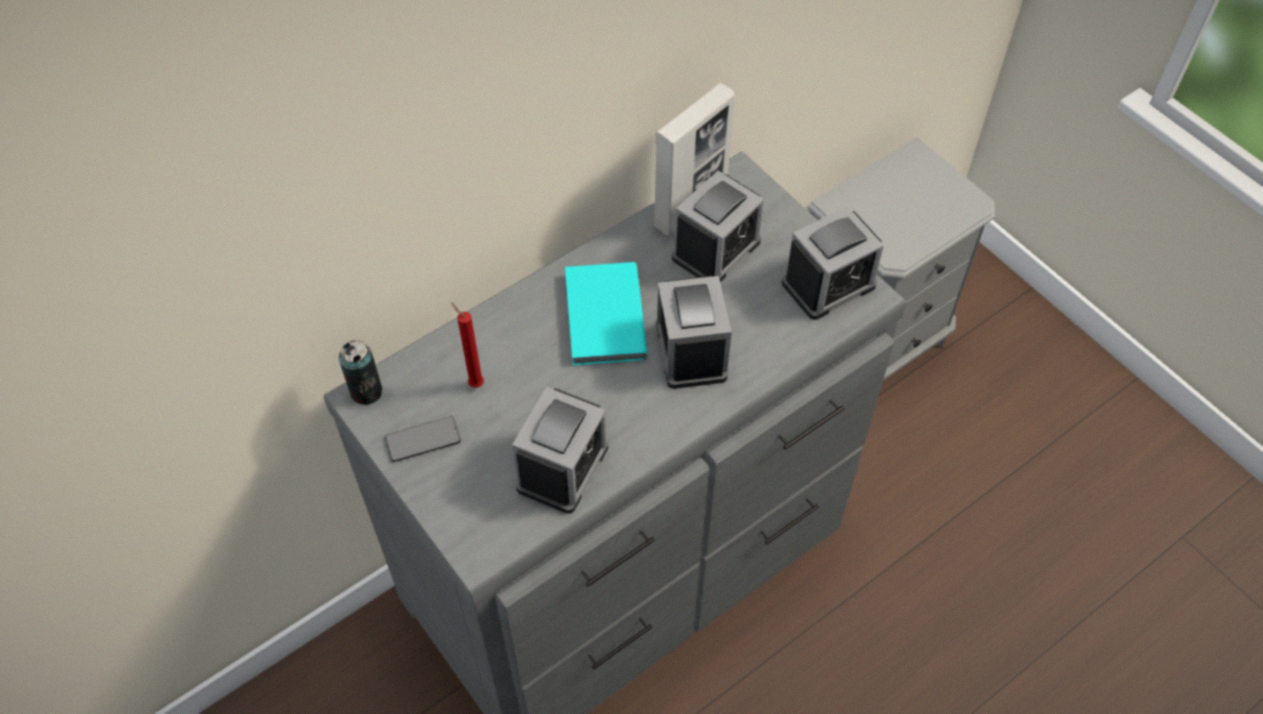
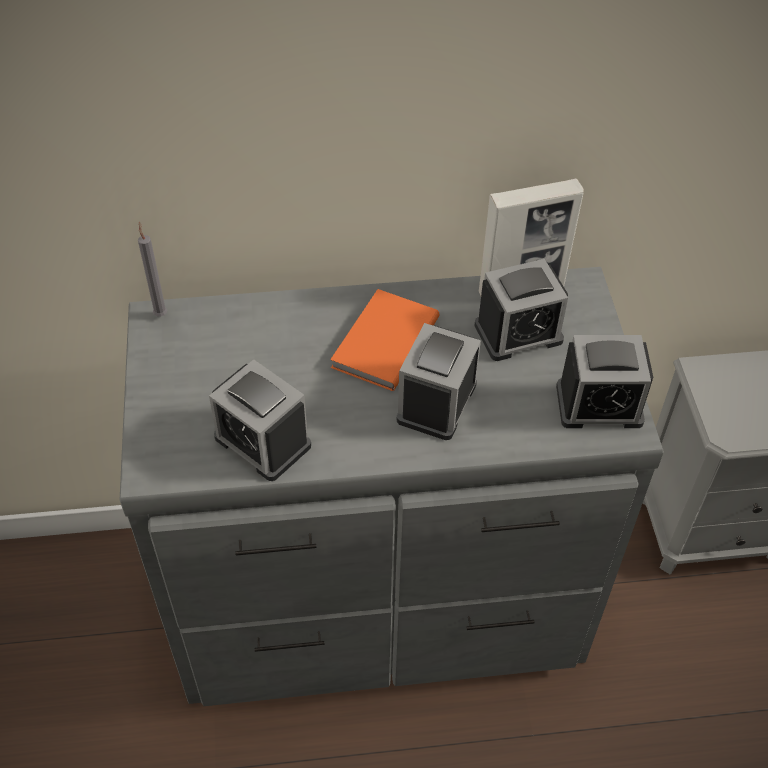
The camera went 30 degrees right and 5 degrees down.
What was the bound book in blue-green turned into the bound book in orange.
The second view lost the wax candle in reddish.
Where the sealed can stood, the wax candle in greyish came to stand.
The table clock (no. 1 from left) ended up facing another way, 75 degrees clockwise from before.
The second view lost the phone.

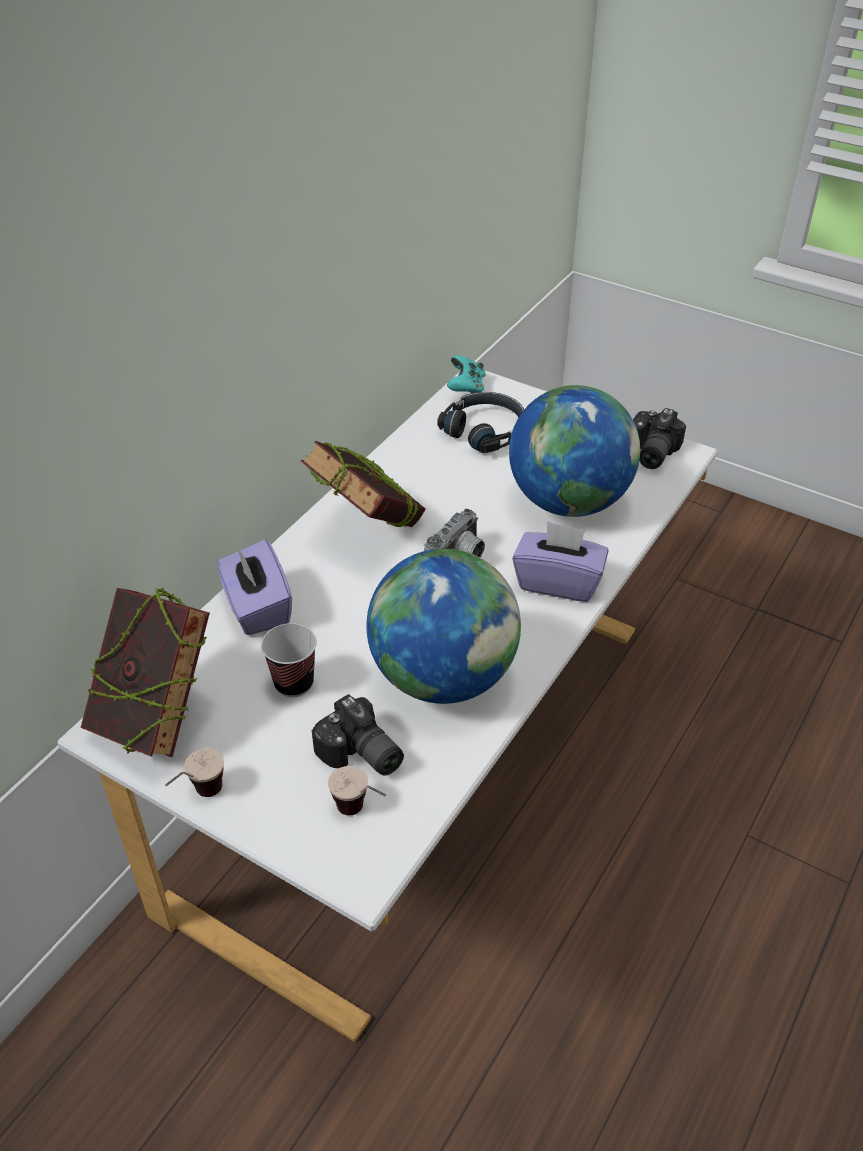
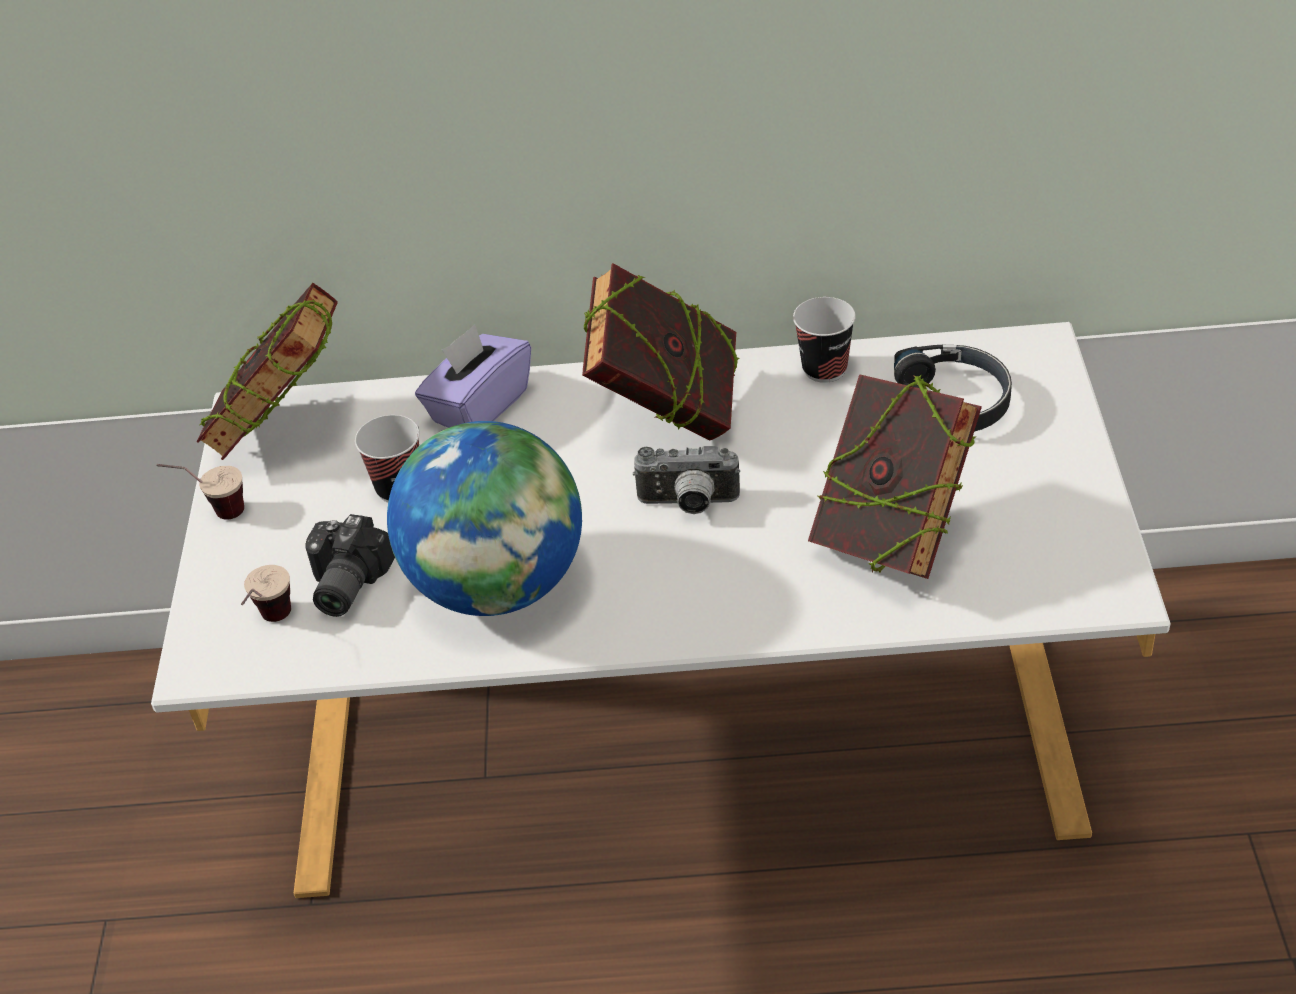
The camera went 60 degrees right and 0 degrees up.
The second view lost the game controller in blue-green.
Where the world globe (no. 2 from left) stood, the bound book (no. 3 from left) came to stand.
The second view lost the photo camera (no. 3 from left).
The second view lost the box of tissues in purplish (no. 2 from left).
The second view gained the cup (no. 4 from left).

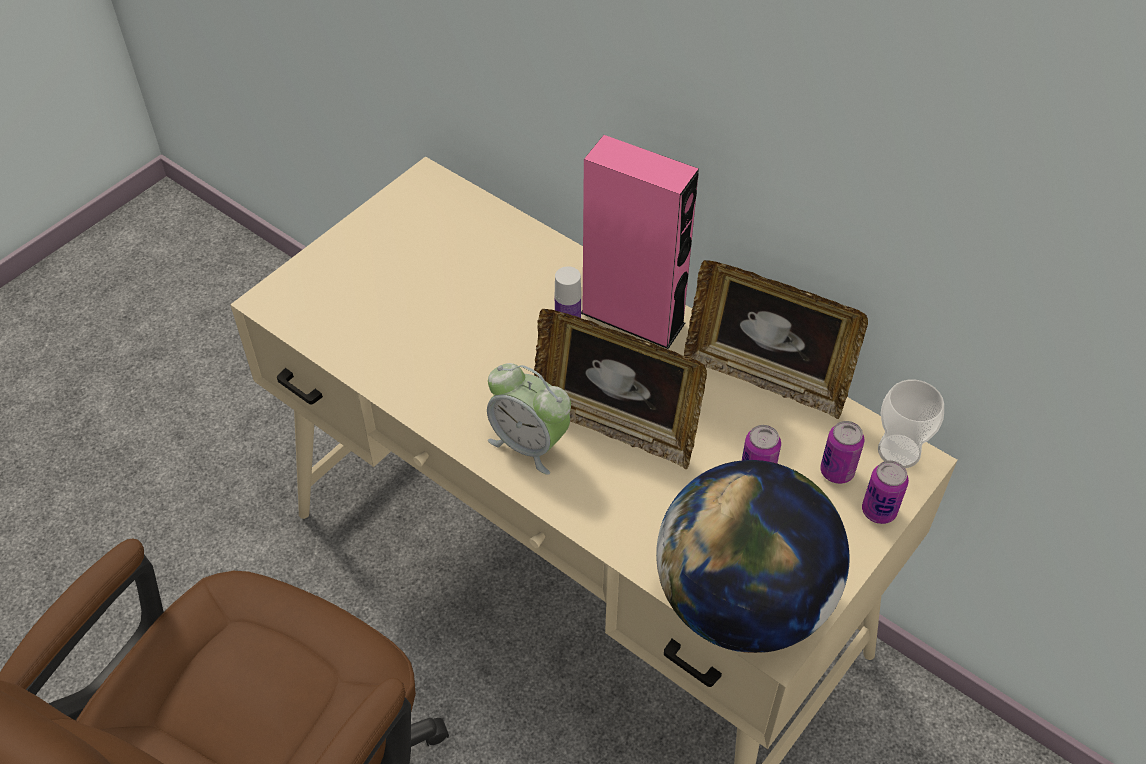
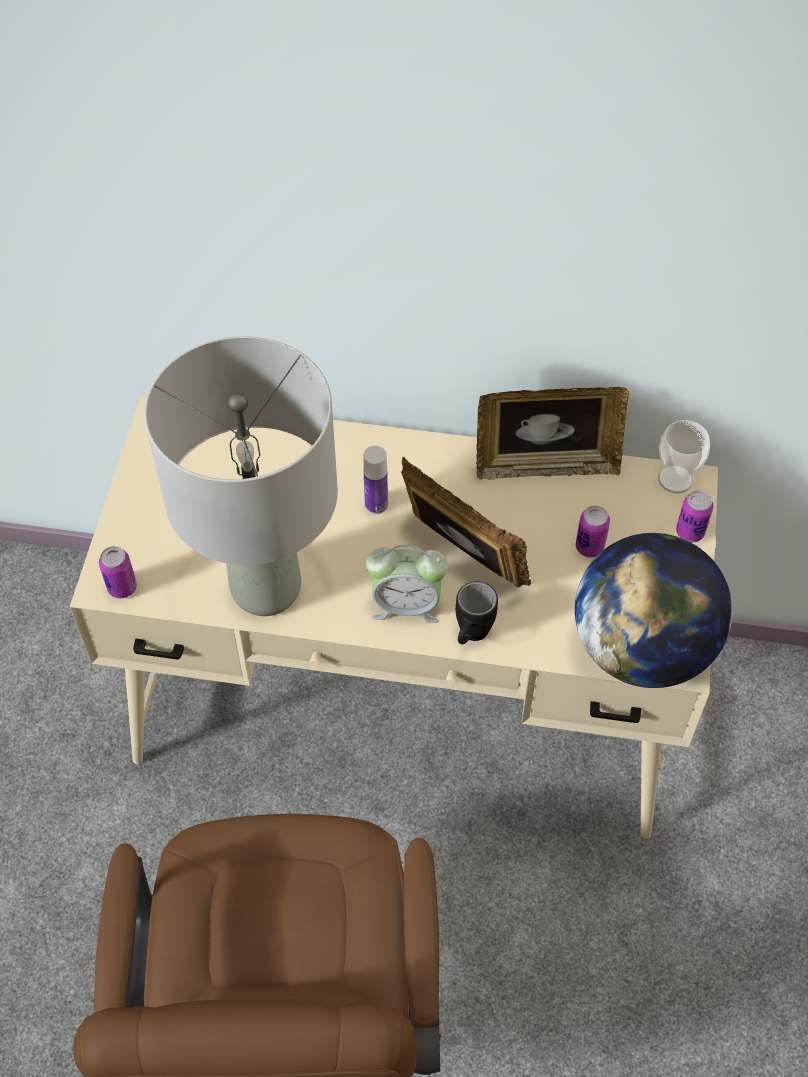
The camera went 30 degrees left and 5 degrees up.
The second view lost the speaker in pinkish.
The picture frame (no. 1 from left) ended up facing another way, 135 degrees counterclockwise from before.
The sealed can (no. 2 from left in the first image) ended up elsewhere.
The second view gained the table lamp in greyish.
The second view gained the coffee mug in black.

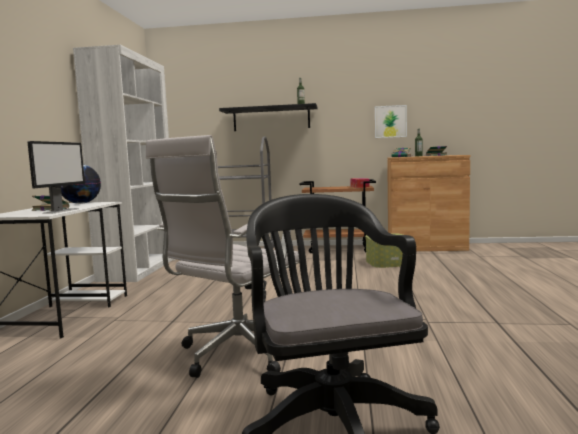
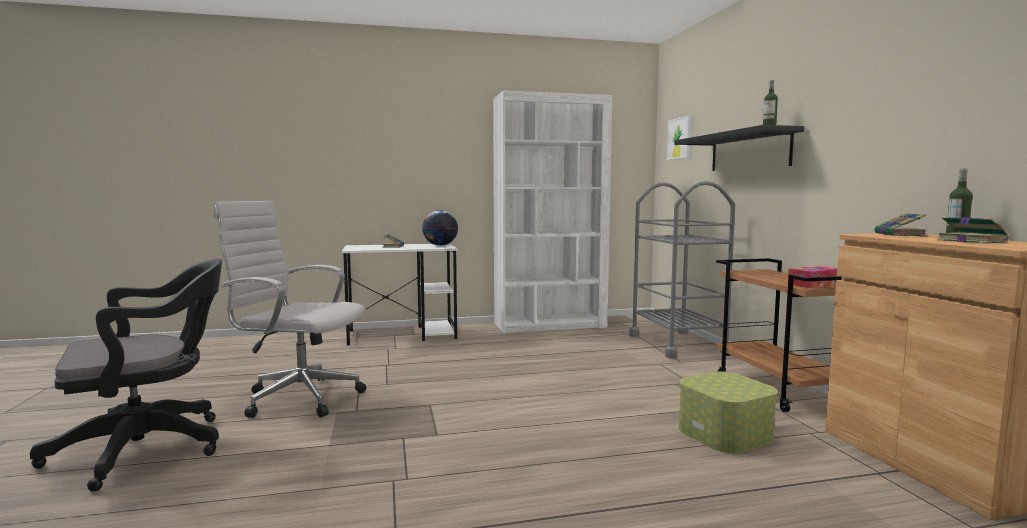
The camera went 70 degrees right and 0 degrees up.
The picture ended up elsewhere.
The second view lost the computer screen.

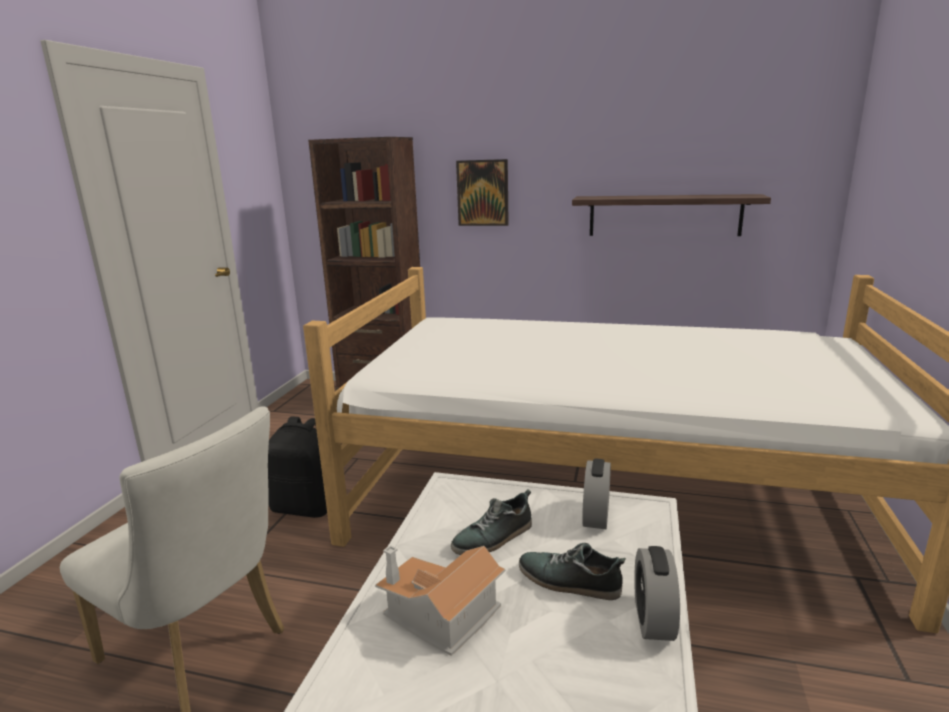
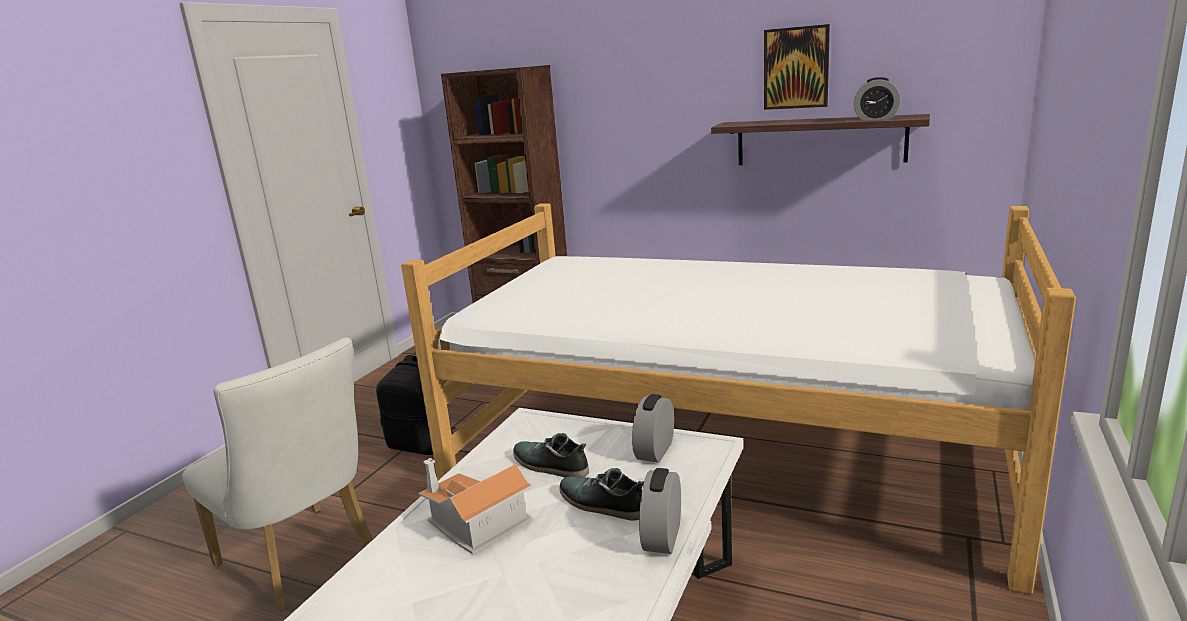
The camera went 10 degrees right and 0 degrees up.
The picture ended up elsewhere.
The shoe (no. 1 from left) ended up facing another way, 60 degrees clockwise from before.
The second view gained the table clock (no. 3 from left).

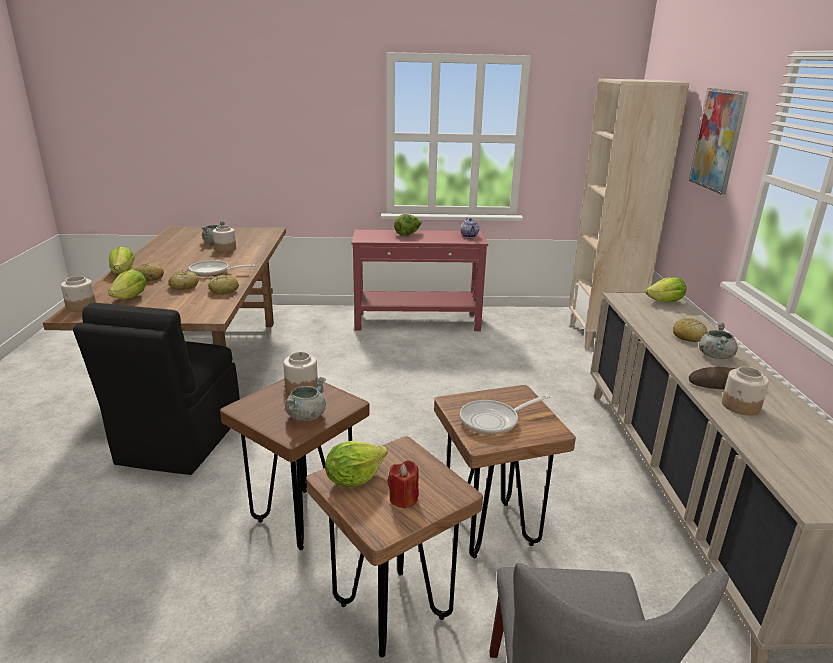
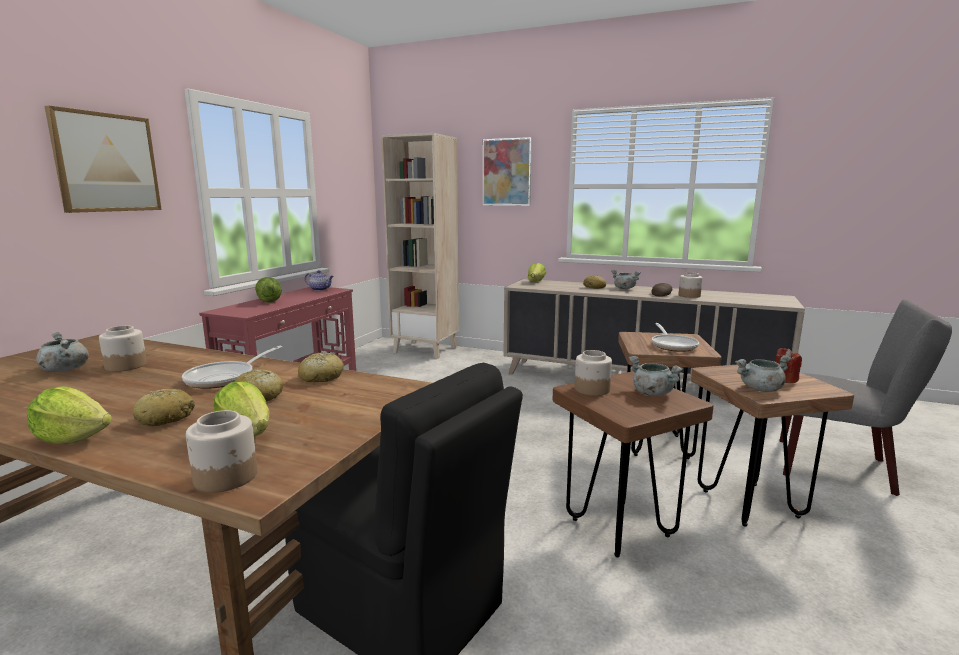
The camera went 65 degrees left and 10 degrees down.
Where the lettuce head (no. 3 from left) stood, the cooking pot in greyish (no. 4 from left) came to stand.
The second view gained the picture (no. 1 from left).

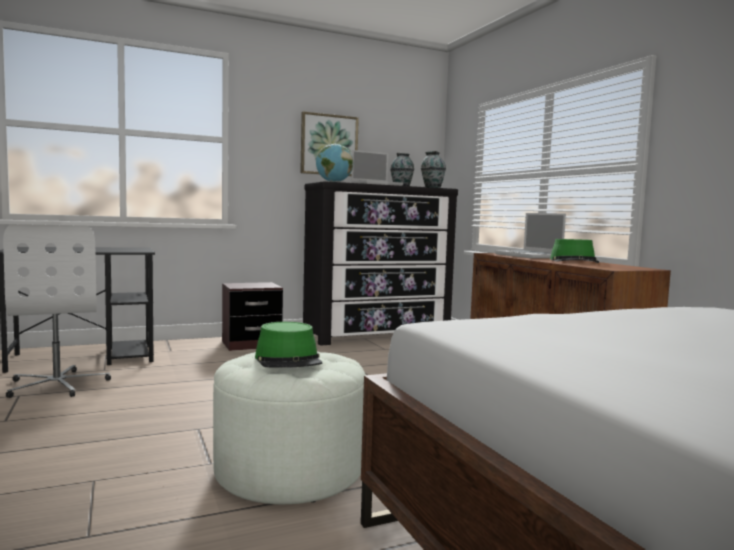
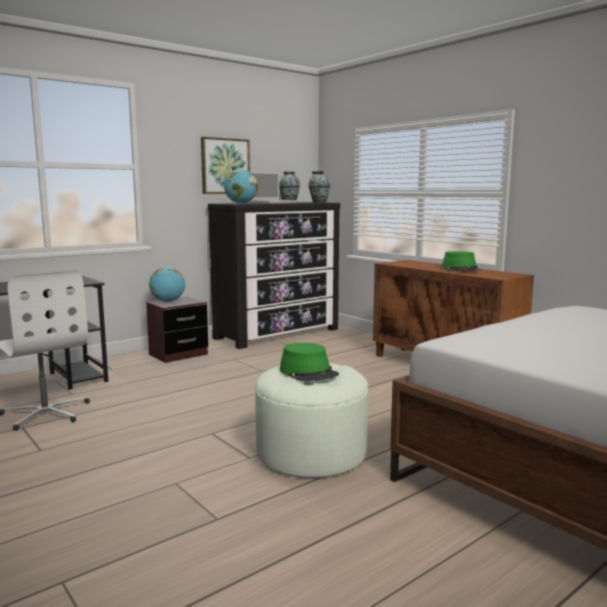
The camera went 15 degrees left and 5 degrees up.
The second view lost the portable computer (no. 2 from left).
The second view gained the world globe (no. 1 from left).

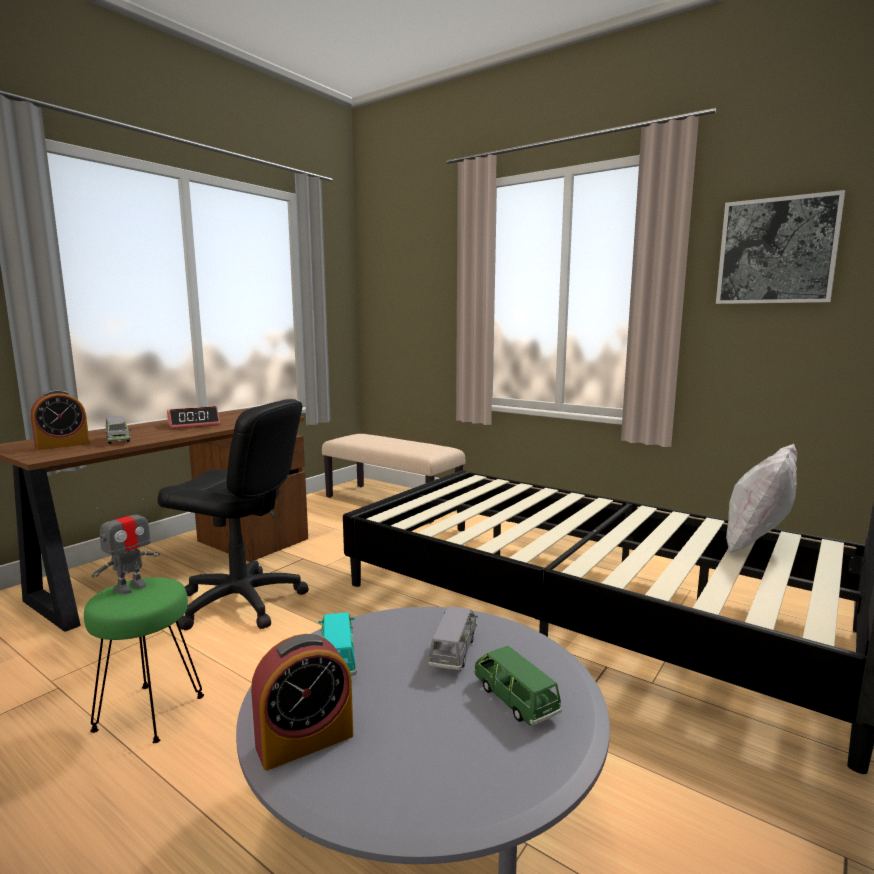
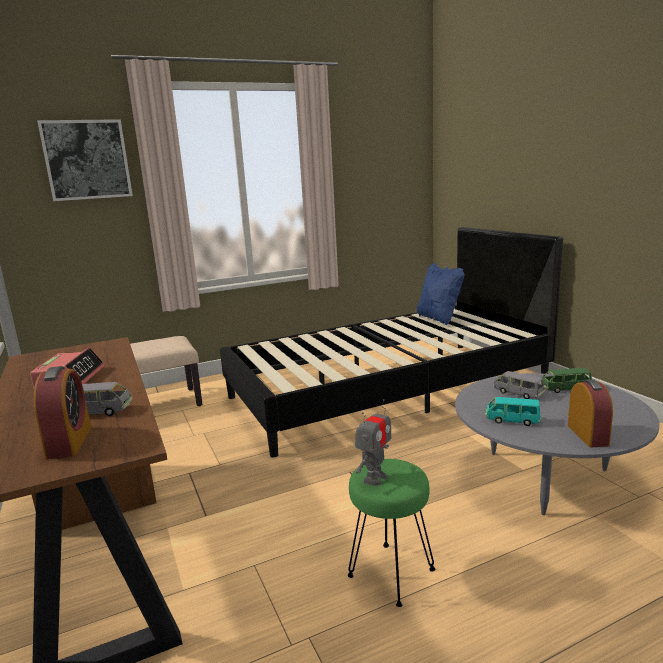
The camera went 60 degrees left and 5 degrees up.
The picture ended up elsewhere.
The second view lost the office chair in black.
What was the pillow in white-coloured turned into the pillow in blue.
The toy robot ended up facing another way, 60 degrees clockwise from before.

